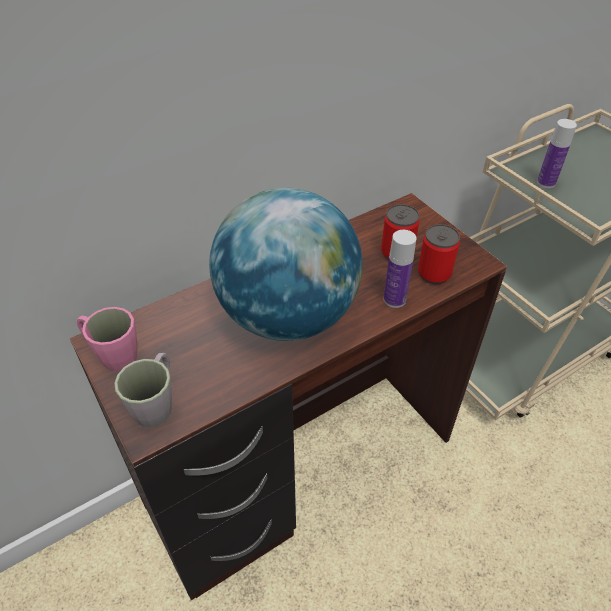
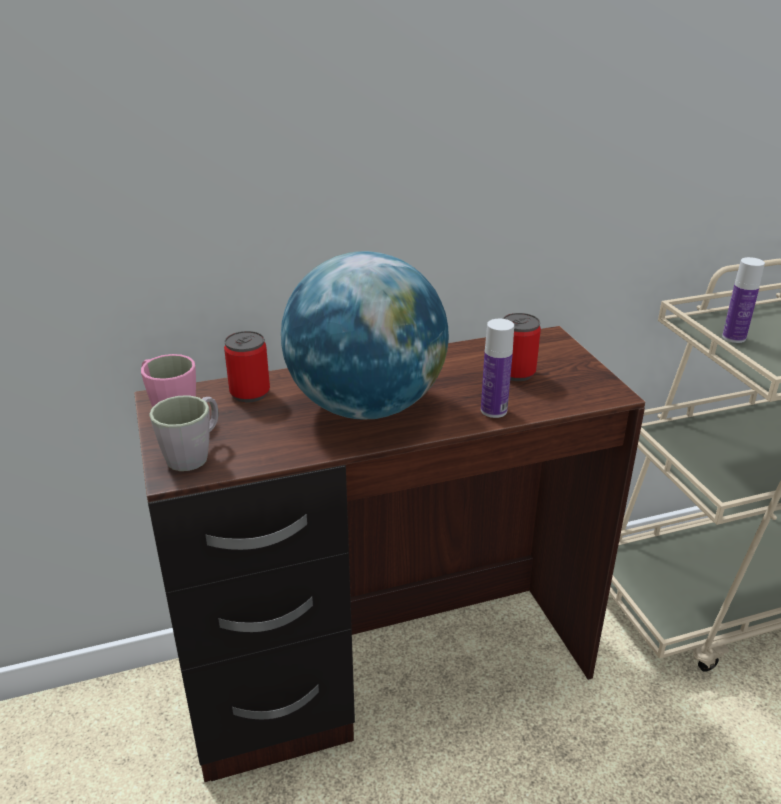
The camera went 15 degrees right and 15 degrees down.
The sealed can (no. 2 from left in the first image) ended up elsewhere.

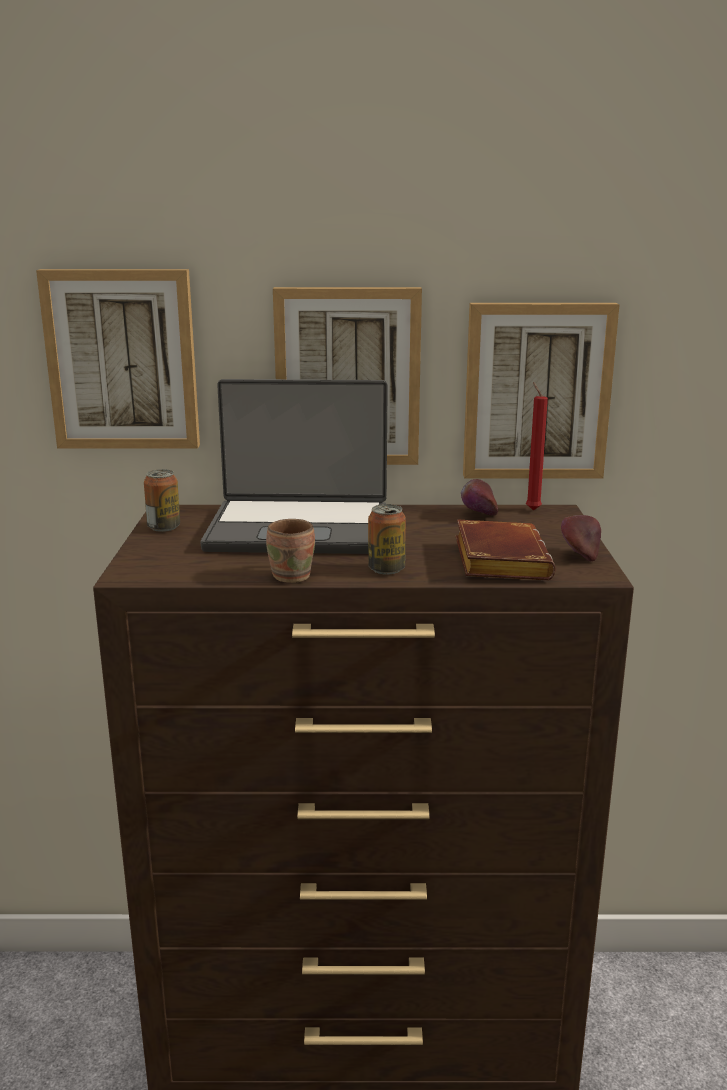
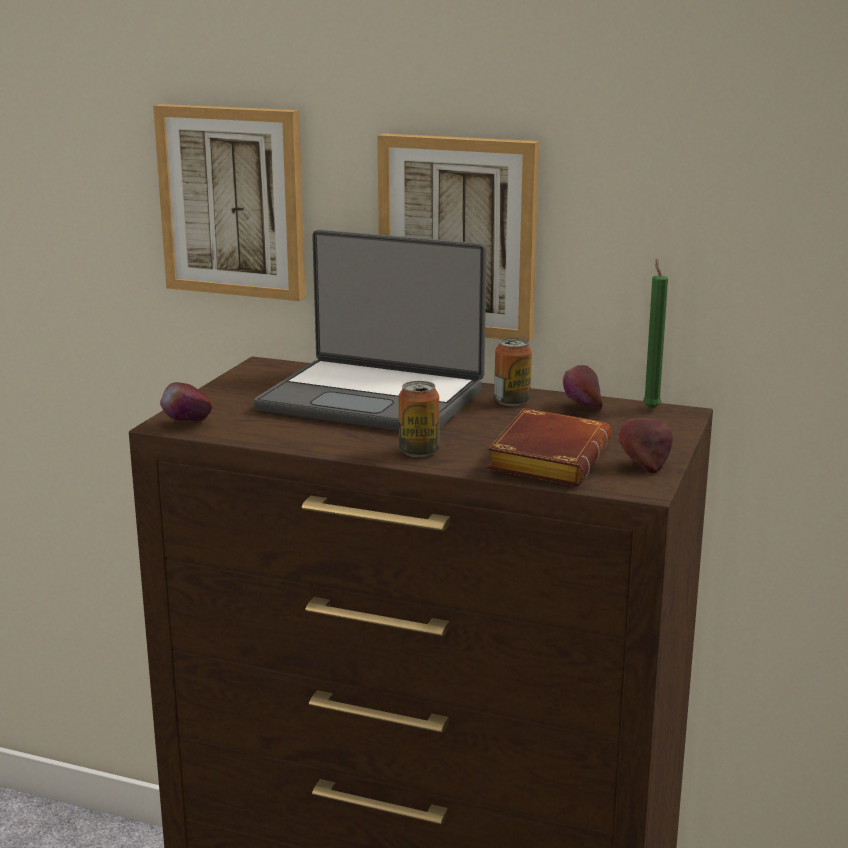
The camera went 20 degrees right and 0 degrees up.
The second view lost the picture (no. 3 from left).
What was the wax candle in reddish turned into the wax candle in greenish.
The sealed can (no. 1 from left in the first image) ended up elsewhere.
The second view lost the coffee mug in brownish.
The second view gained the apple (no. 1 from left).

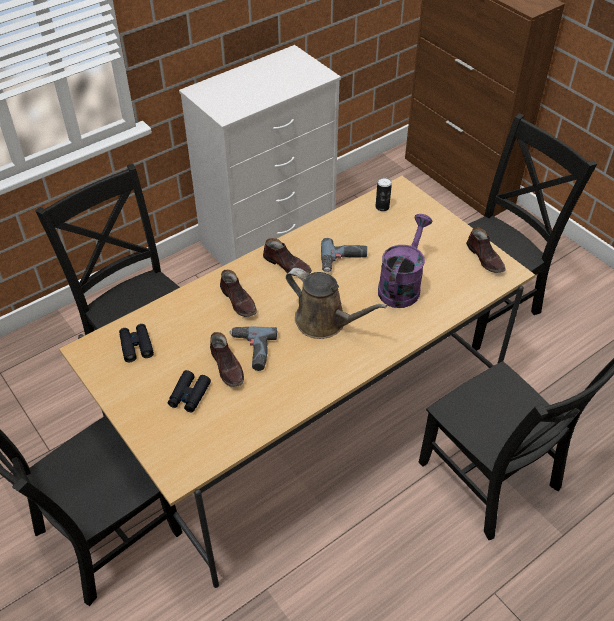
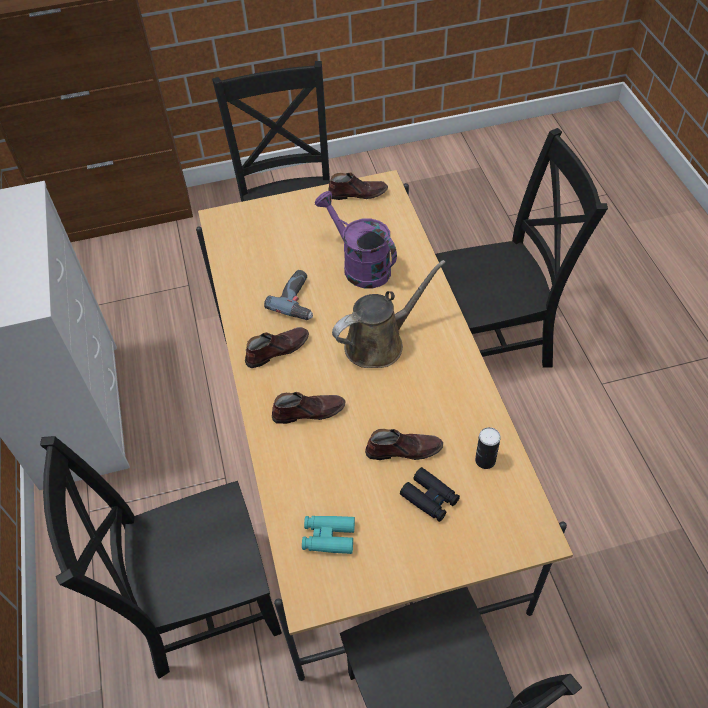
The camera went 65 degrees left and 5 degrees up.
The sealed can ended up elsewhere.
What was the pair of binoculars in black (no. 1 from left) turned into the pair of binoculars in blue-green.
The second view lost the drill (no. 1 from left).

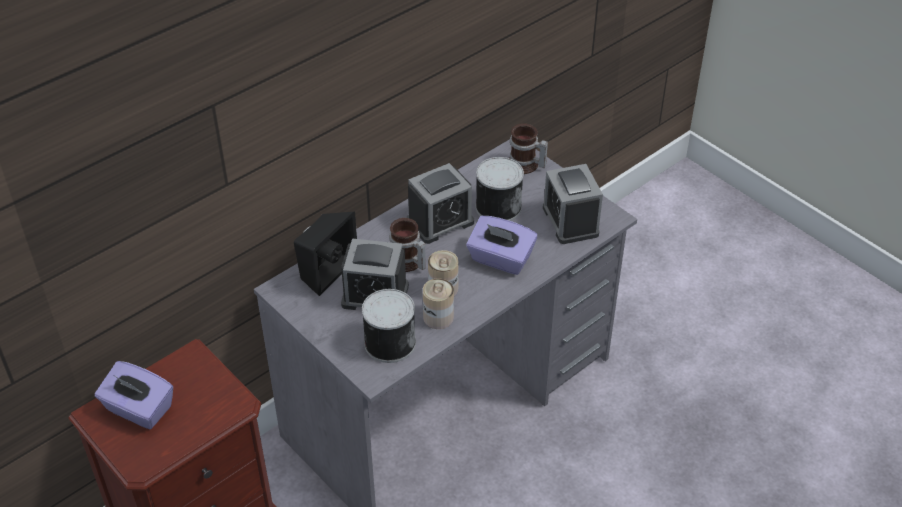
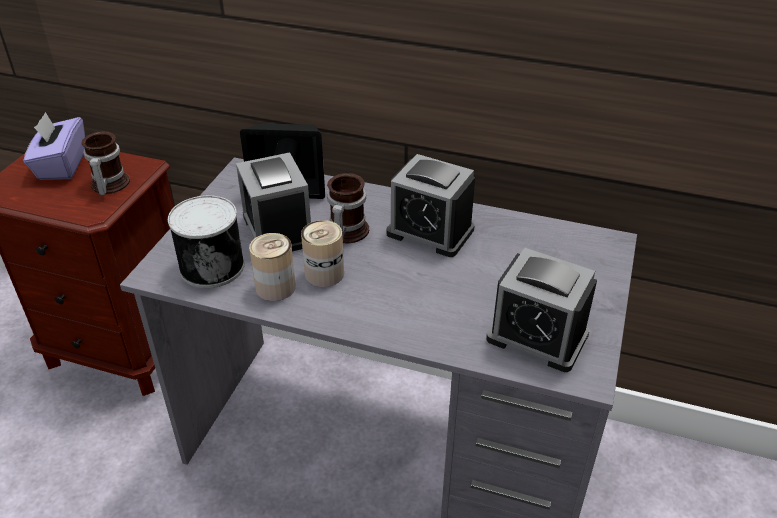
The camera went 60 degrees right and 5 degrees down.
The coffee mug (no. 2 from left in the first image) ended up elsewhere.
The second view lost the sealed can (no. 4 from left).
The table clock (no. 3 from left) ended up facing another way, 105 degrees counterclockwise from before.
The second view lost the box of tissues in purplish (no. 2 from left).

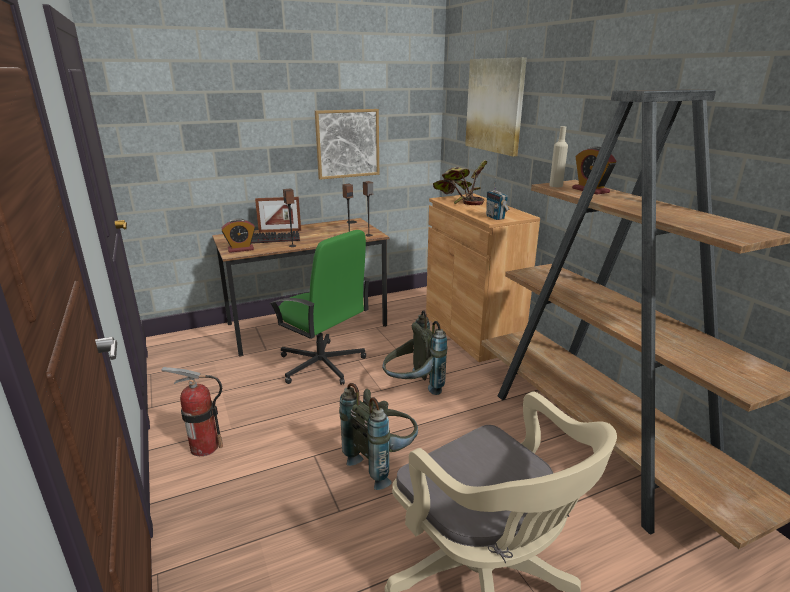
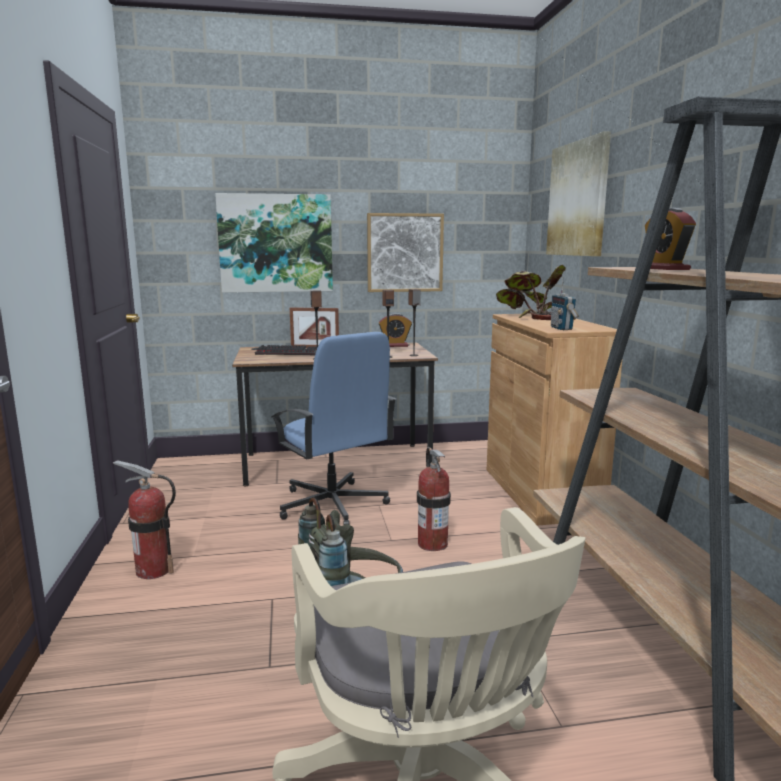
The camera went 15 degrees right and 10 degrees down.
The second view lost the bottle in beige.
The table clock (no. 1 from left) ended up elsewhere.
What was the office chair in greenish turned into the office chair in blue.
Where the rucksack in greyish (no. 2 from left) stood, the extinguisher (no. 2 from left) came to stand.
The second view gained the picture (no. 1 from left).

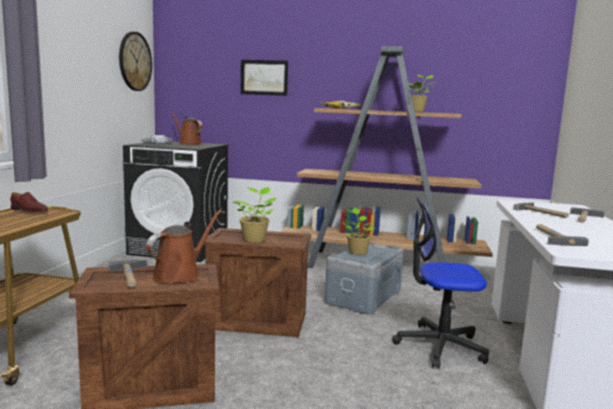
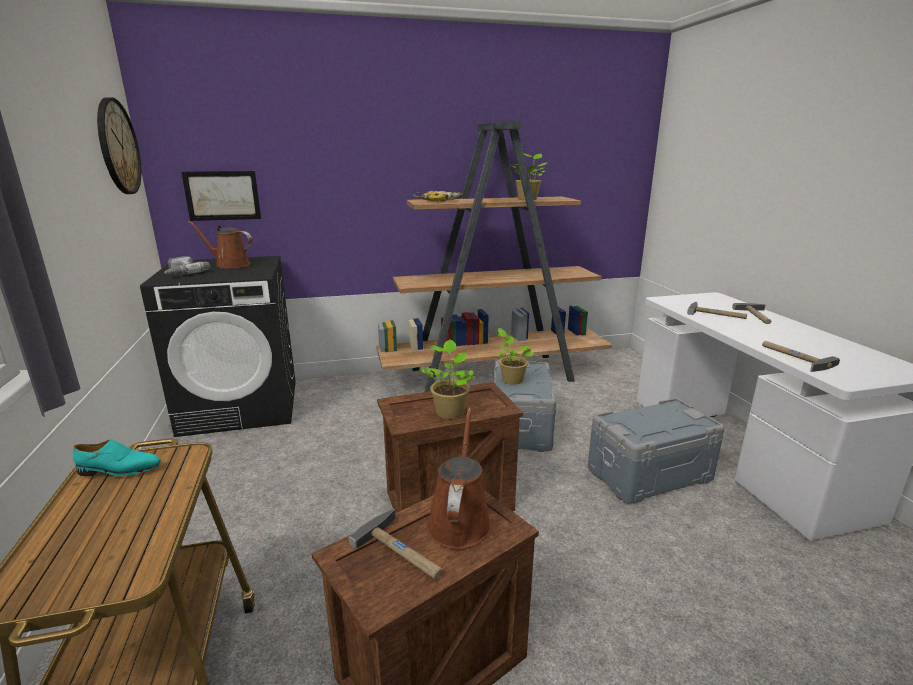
The camera went 25 degrees left and 10 degrees up.
The picture ended up elsewhere.
What was the shoe in brownish turned into the shoe in blue-green.
Where the office chair stood, the storage box in greyish (no. 2 from left) came to stand.

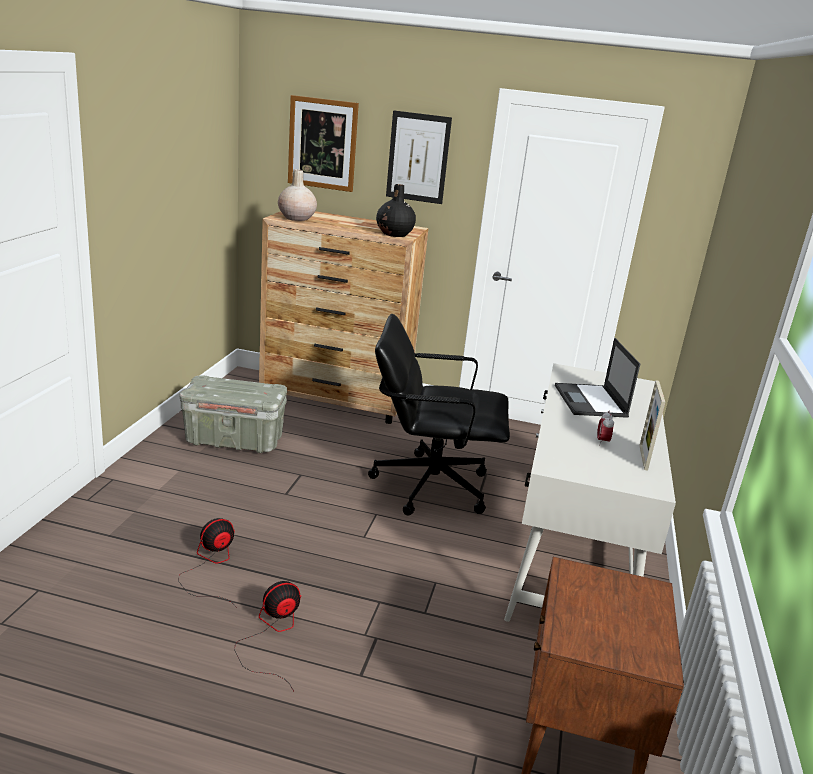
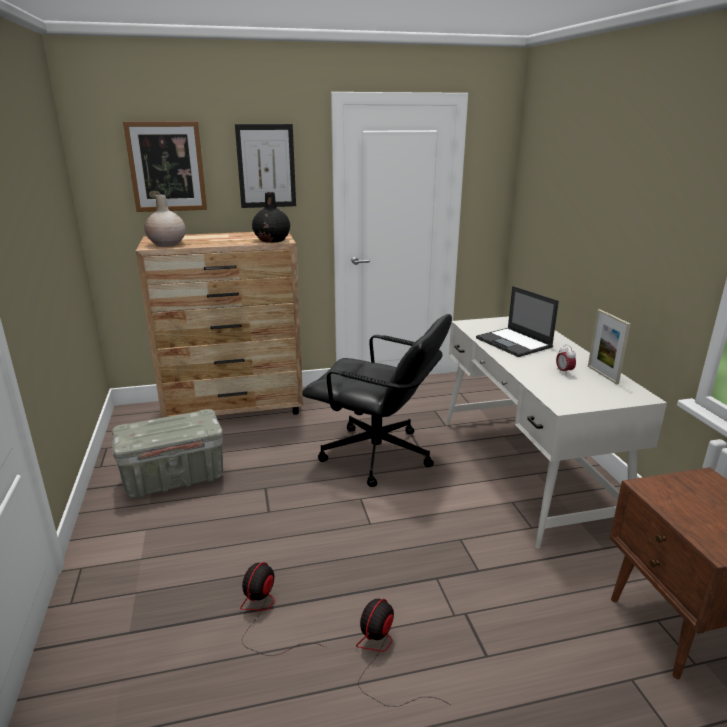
The camera went 25 degrees left and 0 degrees up.
The office chair in black ended up facing another way, 135 degrees counterclockwise from before.

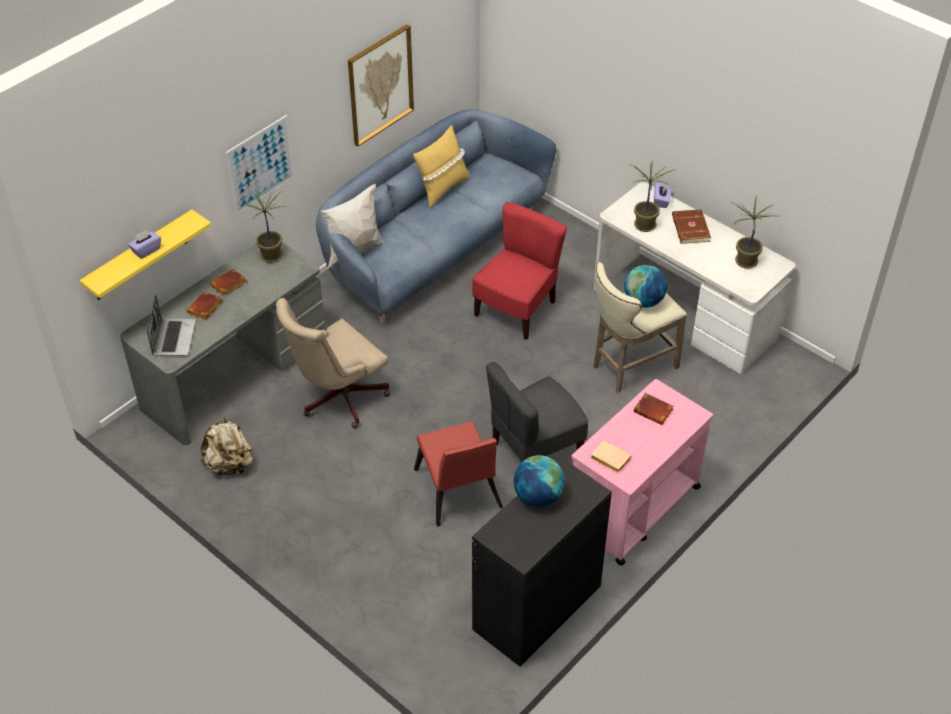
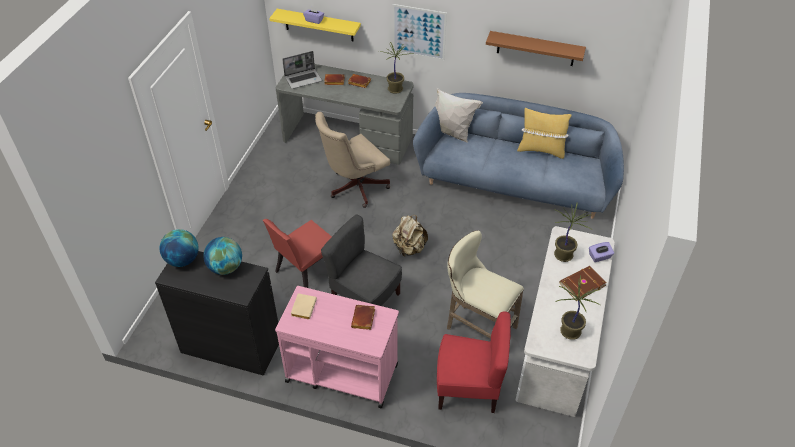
The camera went 65 degrees right and 0 degrees up.
Where the picture (no. 2 from left) hung, the shelf in brownish came to hang.
The chair in reddish (no. 2 from left) ended up elsewhere.
The world globe (no. 2 from left in the first image) ended up elsewhere.
The office chair in beige ended up facing another way, 60 degrees counterclockwise from before.
The rucksack in beige ended up elsewhere.

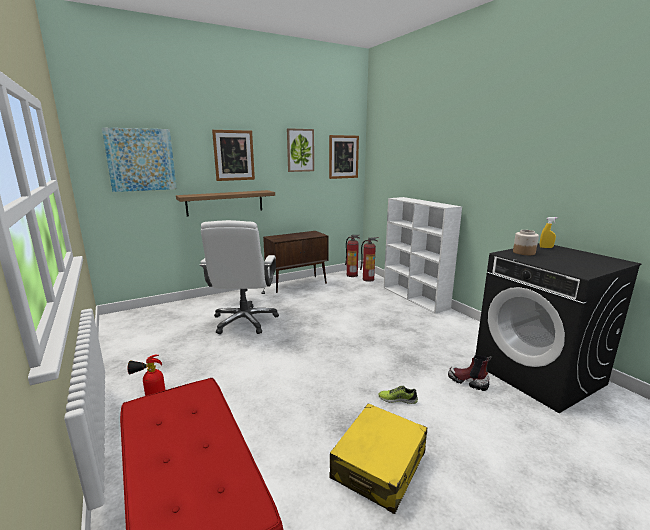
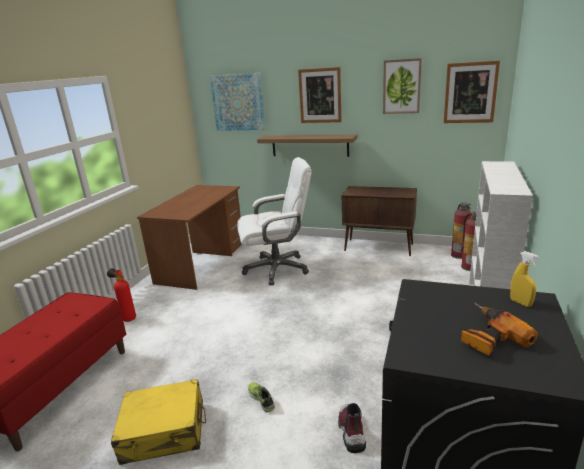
The camera went 50 degrees right and 5 degrees up.
The office chair in white-coloured ended up facing another way, 150 degrees counterclockwise from before.
The second view lost the storage jar.
The second view gained the desk in brownish.
The second view gained the drill.

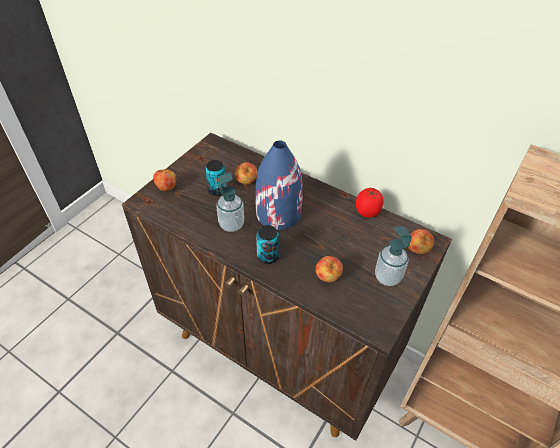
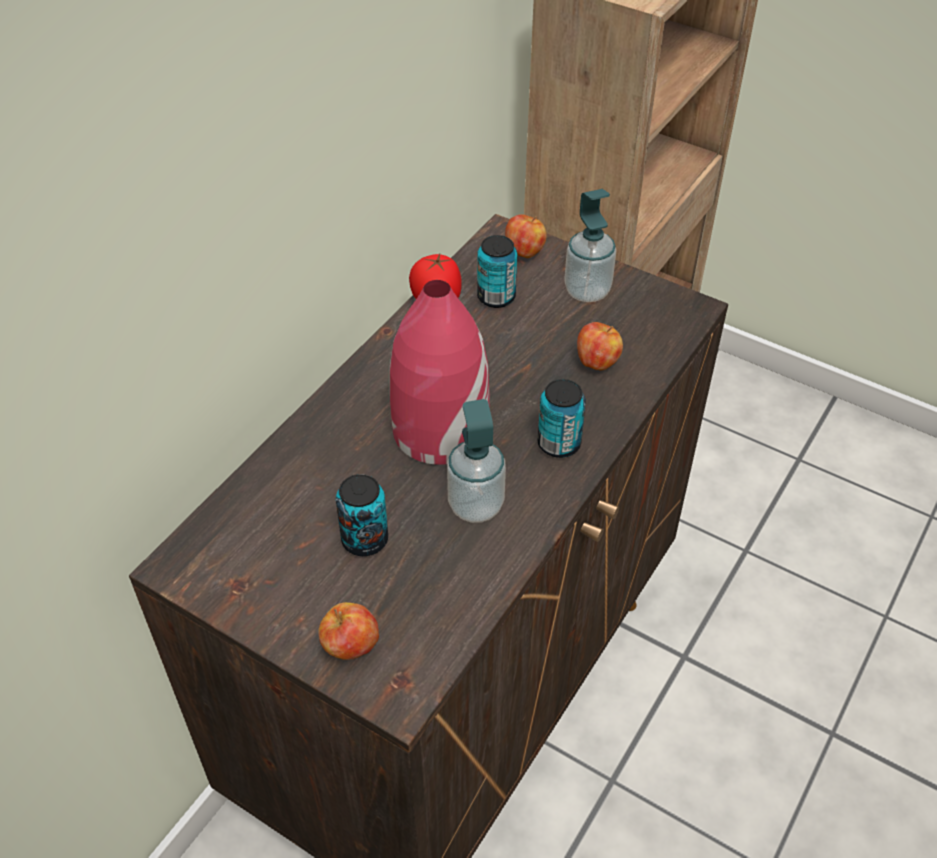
The camera went 90 degrees left and 0 degrees up.
What was the flower vase in blue turned into the flower vase in reddish.
The second view lost the apple (no. 2 from left).
The second view gained the sealed can (no. 2 from left).

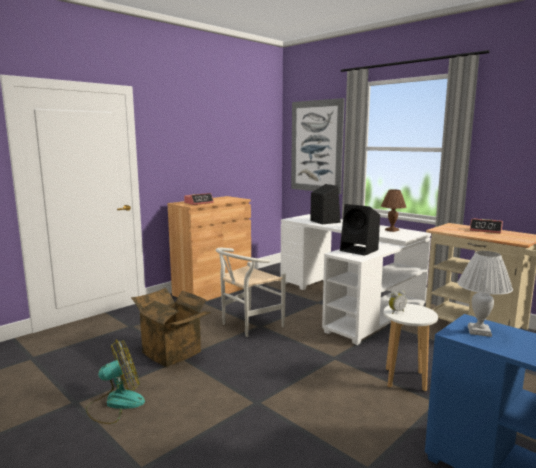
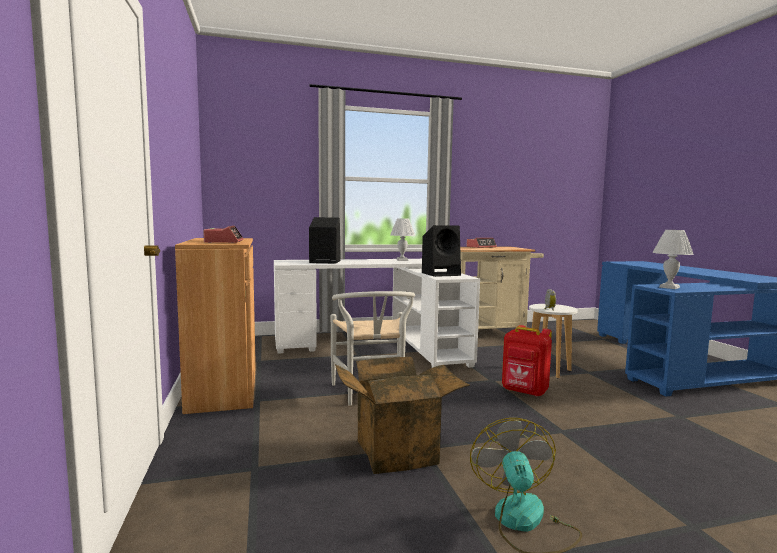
The camera went 60 degrees left and 5 degrees down.
The second view lost the picture.
What was the table lamp in brownish turned into the table lamp in white-coloured (no. 1 from left).
The second view gained the rucksack in reddish.

